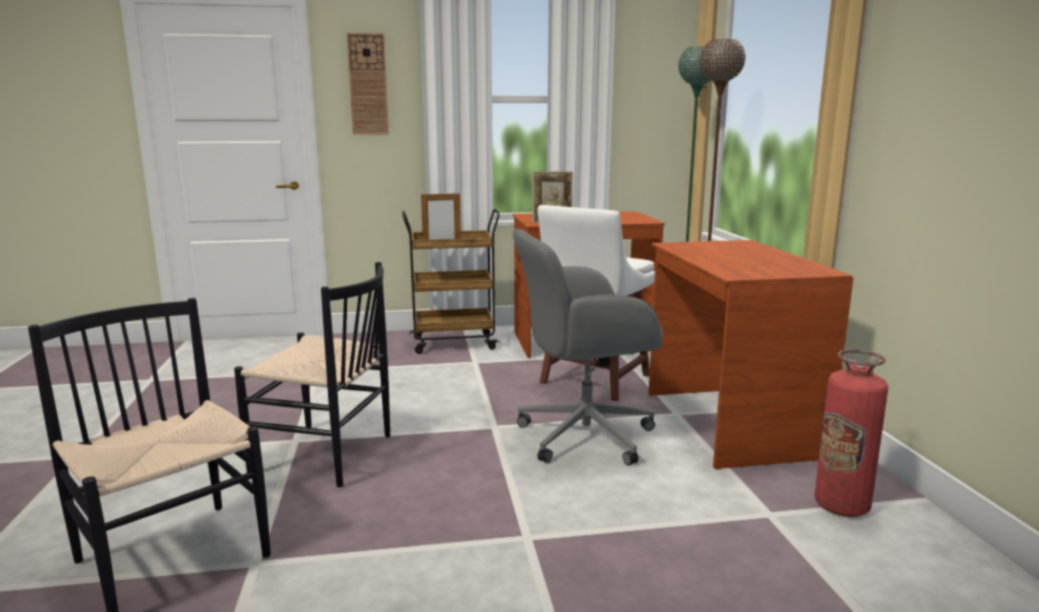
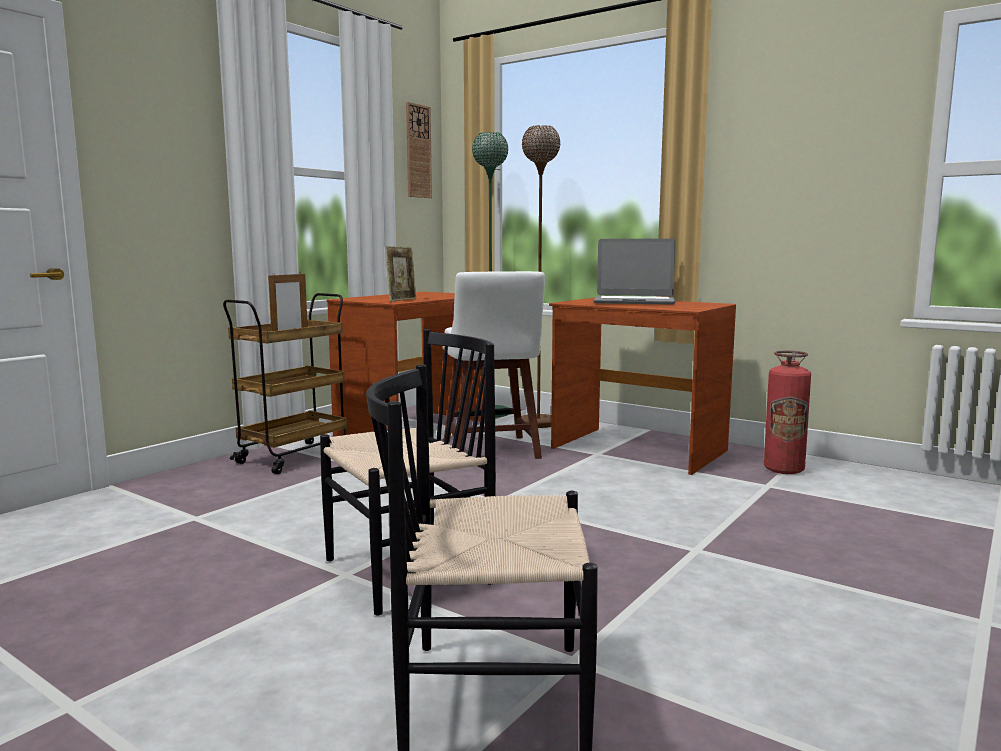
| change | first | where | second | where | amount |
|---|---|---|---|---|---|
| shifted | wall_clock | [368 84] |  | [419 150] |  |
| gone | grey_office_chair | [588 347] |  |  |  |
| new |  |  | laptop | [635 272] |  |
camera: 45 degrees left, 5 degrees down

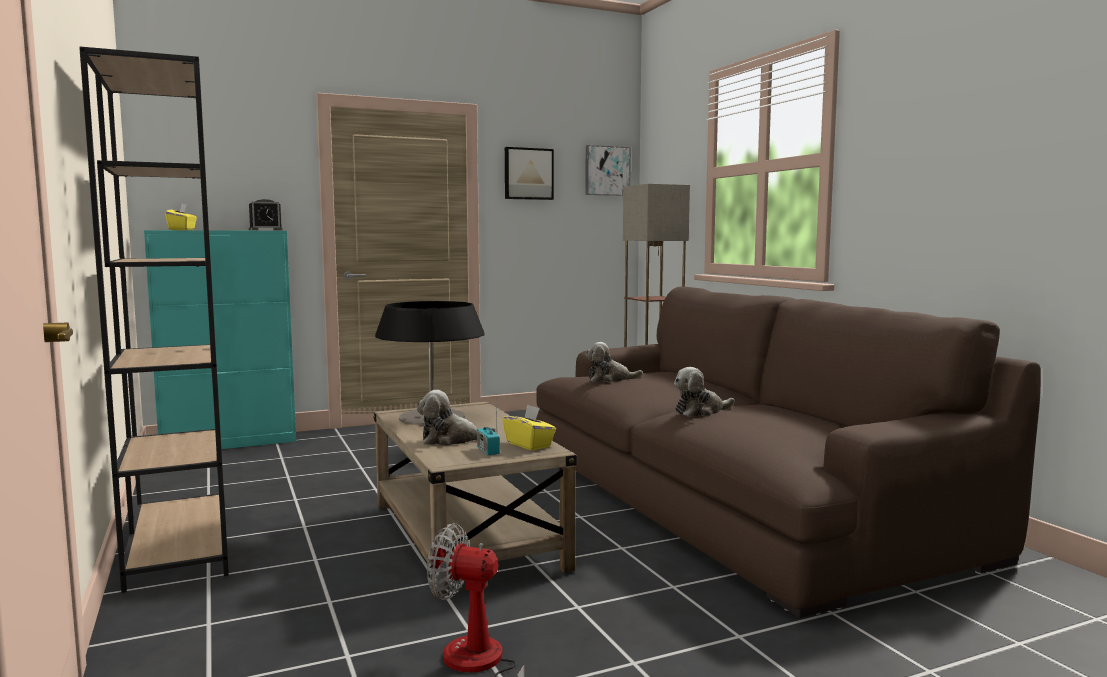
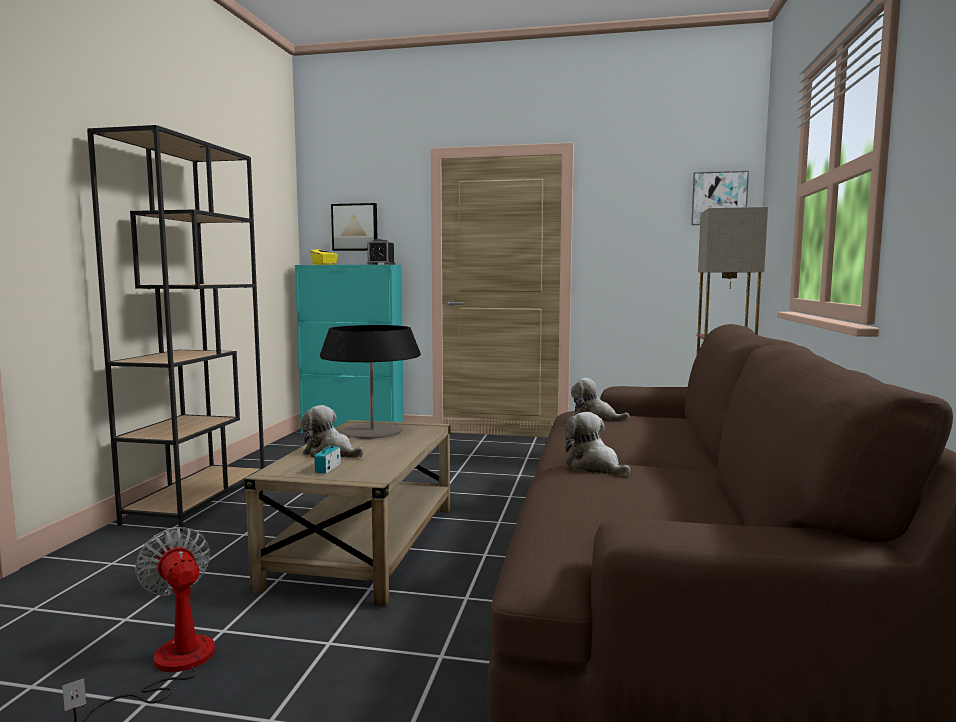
| change | first | where | second | where | amount |
|---|---|---|---|---|---|
| shifted | picture | [529 173] |  | [354 227] |  |
| rotated | plush_toy | [704 391] |  | [597 444] | 45 degrees clockwise |
| gone | yellow_tissue_box | [529 428] |  |  |  |
camera: 35 degrees right, 0 degrees up

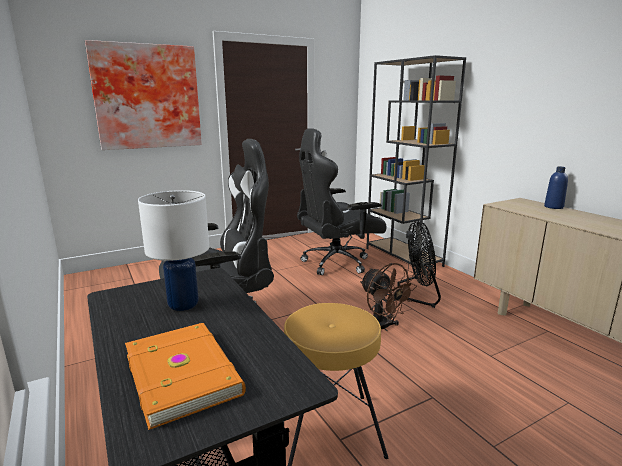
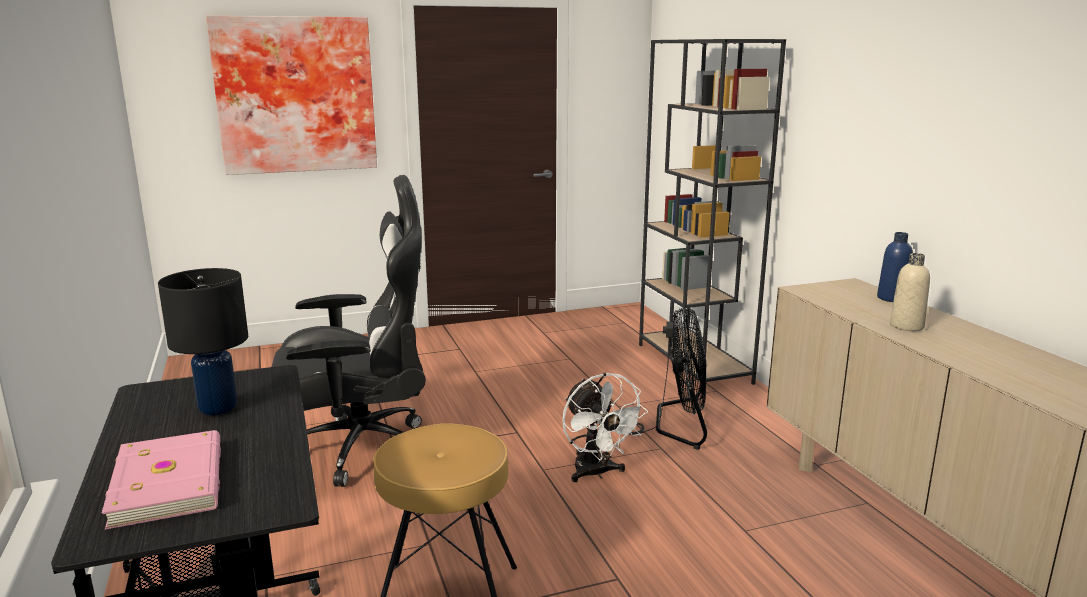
| change | first | where | second | where | amount |
|---|---|---|---|---|---|
| gone | black_office_chair | [342 201] |  |  |  |
| repainted | white_table_lamp | [173 250] | black_table_lamp | [203 342] |  |
| repainted | brown_fan | [388 297] | white_fan | [605 427] |  |
| repainted | orange_book | [185 376] | pink_book | [161 480] |  |
| new |  |  | beige_bottle | [910 292] |  |
camera: 10 degrees right, 0 degrees up

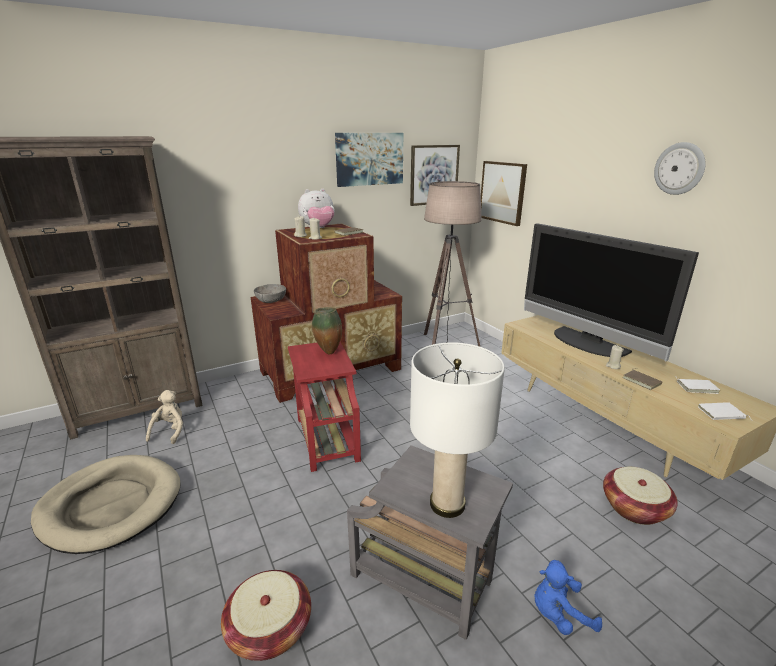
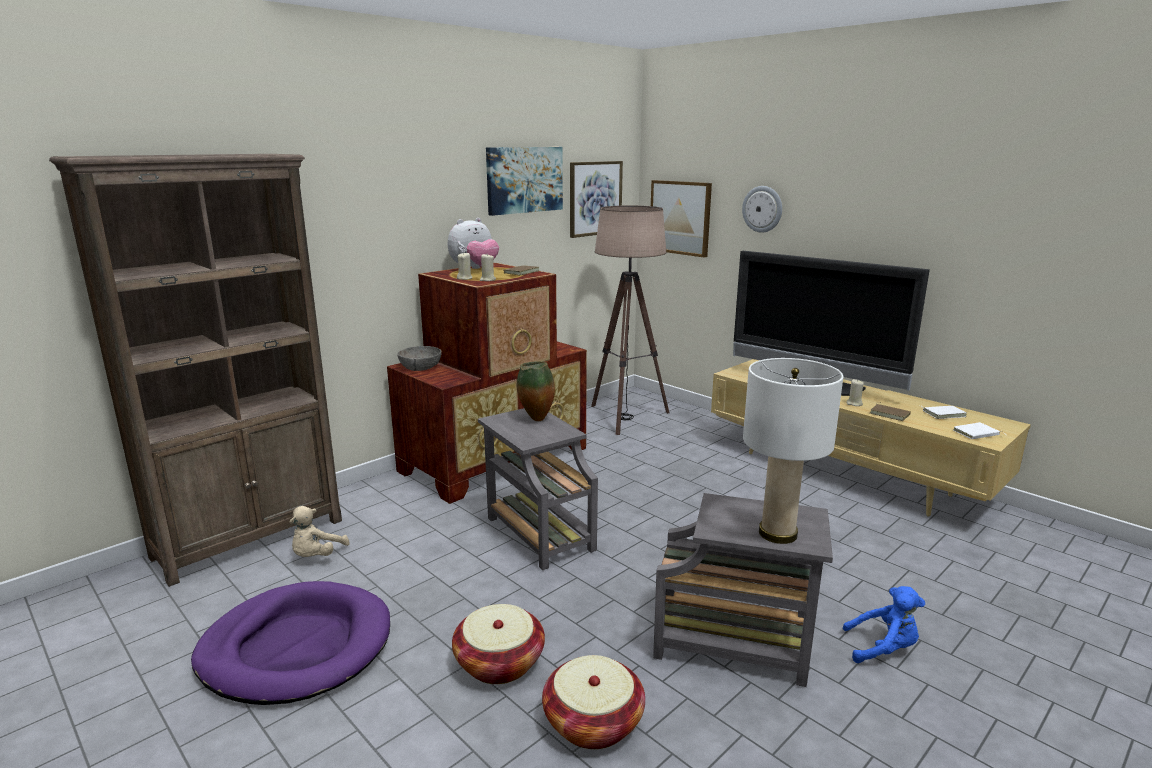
| change | first | where | second | where | amount |
|---|---|---|---|---|---|
| shifted | wall_clock | [680 168] |  | [762 209] |  |
| repainted | red_side_table | [324 407] | grey_side_table | [538 489] |  |
| rotated | beige_plush_toy | [164 417] |  | [319 531] | 150 degrees counterclockwise |
| repainted | beige_dog_bed | [106 504] | purple_dog_bed | [290 643] |  |
| shifted | basket | [640 496] |  | [498 644] |  |
| rotated | blue_plush_toy | [568 597] |  | [883 624] | 150 degrees counterclockwise |
camera: 15 degrees left, 5 degrees down

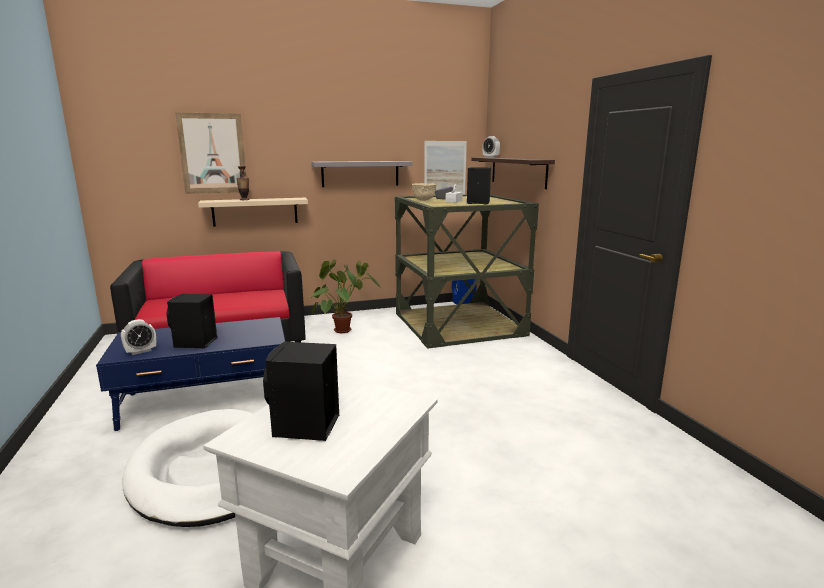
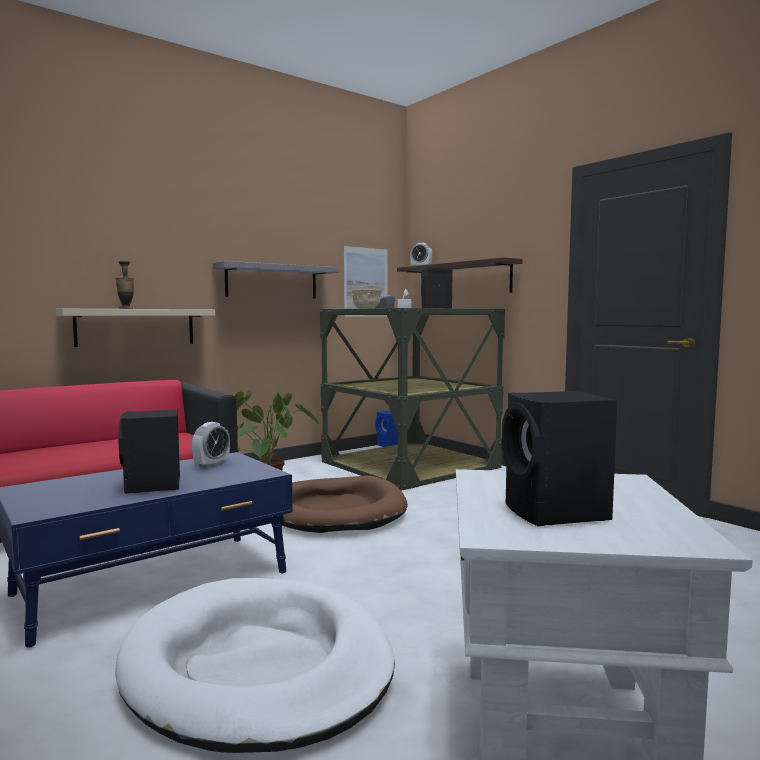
| change | first | where | second | where | amount |
|---|---|---|---|---|---|
| gone | picture | [210 153] |  |  |  |
| shifted | alarm_clock | [138 337] |  | [211 445] |  |
| new |  |  | brown_dog_bed | [345 504] |  |
camera: 20 degrees left, 10 degrees down

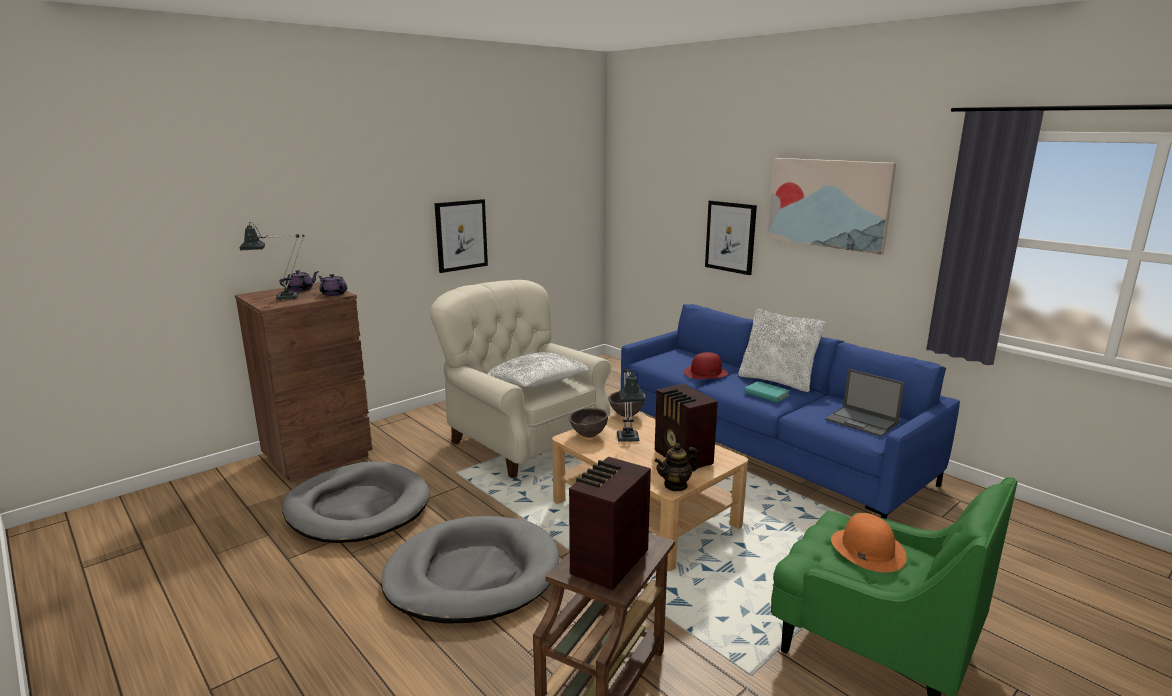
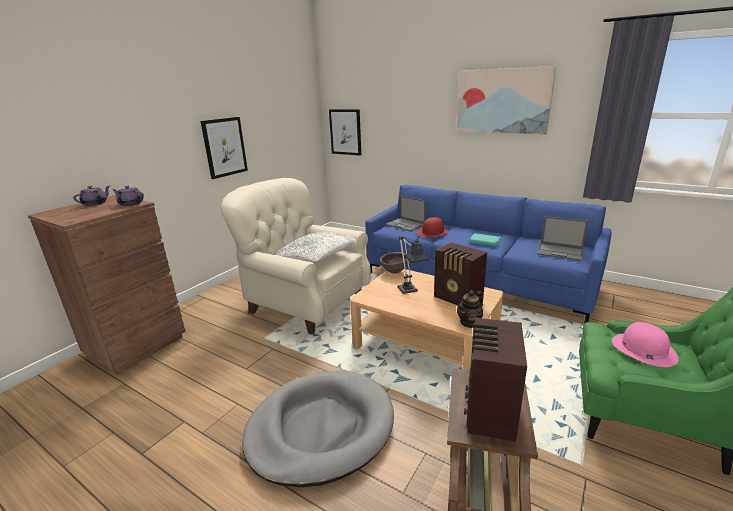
| change | first | where | second | where | amount |
|---|---|---|---|---|---|
| shifted | picture | [731 237] |  | [345 132] |  |
| gone | table_lamp | [271 261] |  |  |  |
| gone | white_pillow | [782 350] |  |  |  |
| gone | brown_bowl | [589 423] |  |  |  |
| gone | grey_dog_bed | [356 502] |  |  |  |
| repainted | orange_hat | [869 542] | pink_hat | [645 344] |  |
| new |  |  | laptop | [405 213] |  |
camera: 15 degrees left, 5 degrees up

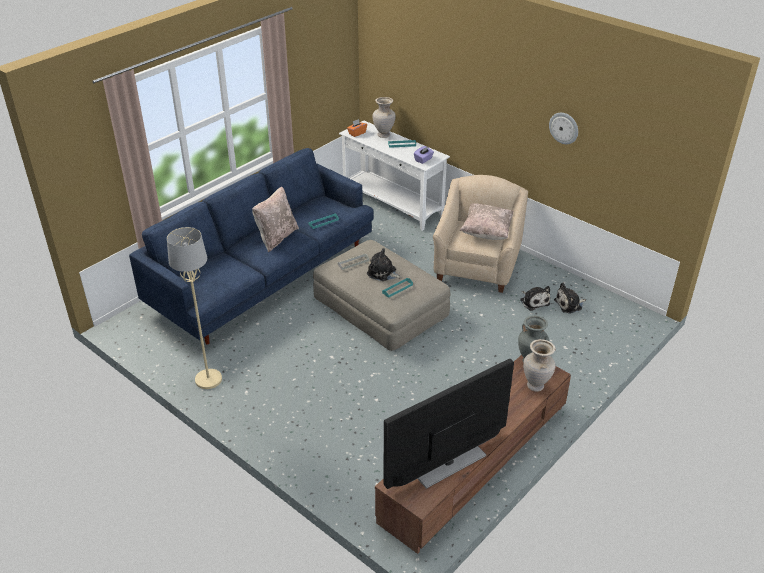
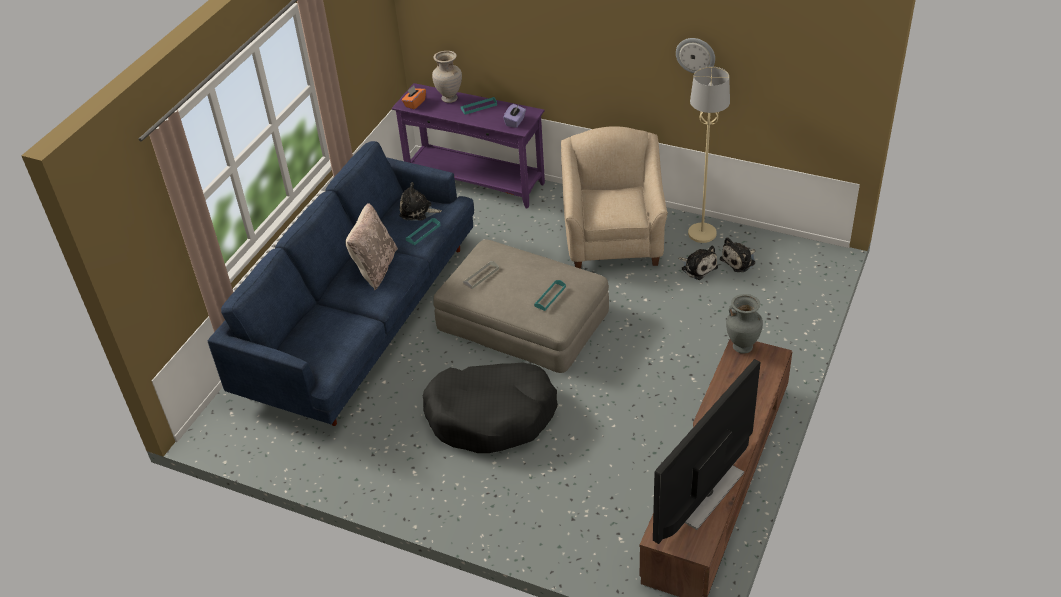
| change | first | where | second | where | amount |
|---|---|---|---|---|---|
| repainted | white_console_table | [394 175] | purple_console_table | [468 146] |  |
| gone | beige_pillow | [487 221] |  |  |  |
| shifted | beige_floor_lamp | [194 308] |  | [709 155] |  |
| shifted | plush_toy | [384 264] |  | [420 201] |  |
| gone | beige_vase | [539 365] |  |  |  |
| new |  |  | black_dog_bed | [490 407] |  |
camera: 15 degrees left, 5 degrees up

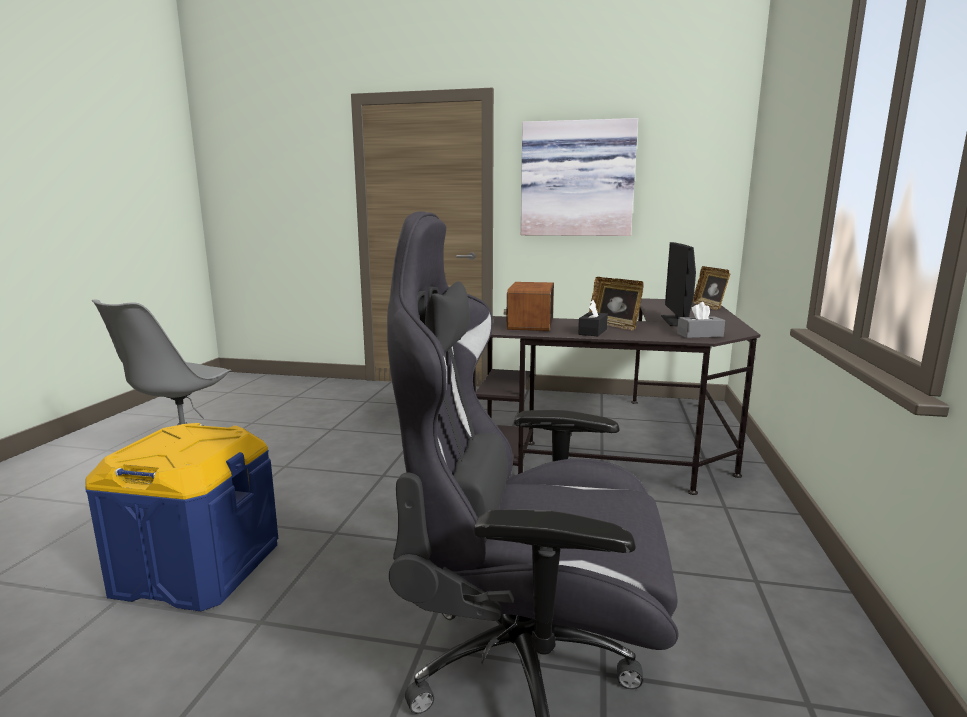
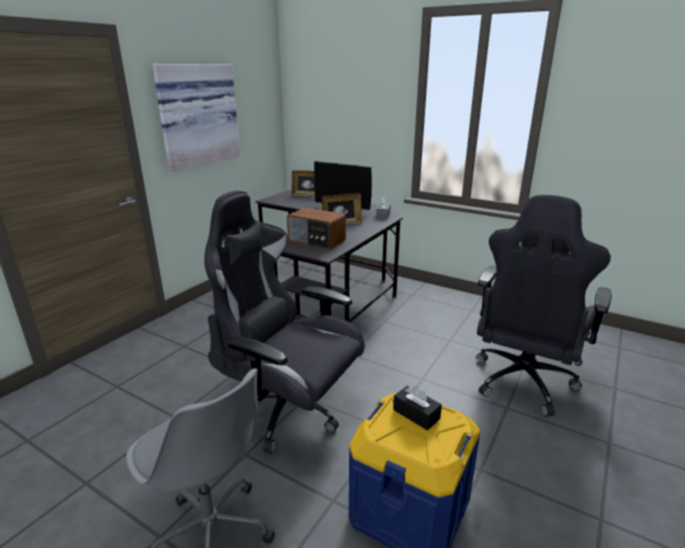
| change | first | where | second | where | amount |
|---|---|---|---|---|---|
| shifted | black_tissue_box | [593 318] |  | [417 408] |  |
| new |  |  | black_office_chair | [284 321] |  |
camera: 70 degrees left, 10 degrees up

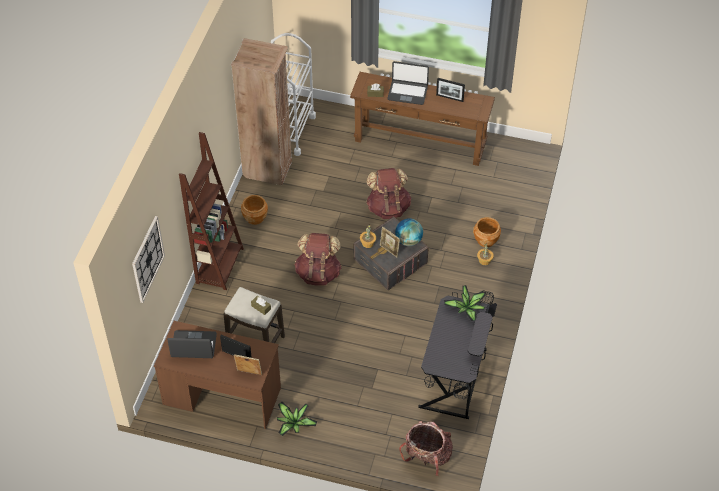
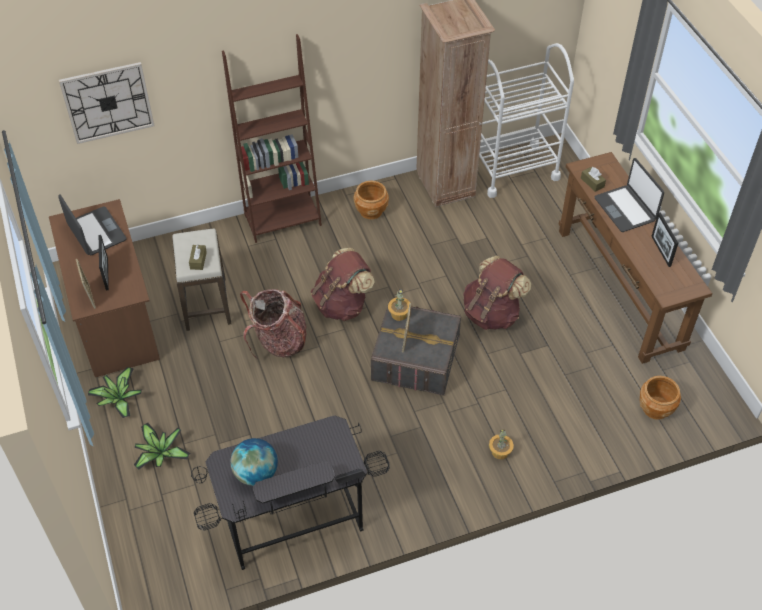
| change | first | where | second | where | amount |
|---|---|---|---|---|---|
| shifted | brown_planter | [487 232] |  | [660 398] |  |
| shifted | globe | [409 232] |  | [254 462] |  |
| shifted | potted_plant | [465 303] |  | [162 446] |  |
| shifted | backpack | [426 449] |  | [273 324] |  |
camera: 55 degrees right, 0 degrees up

